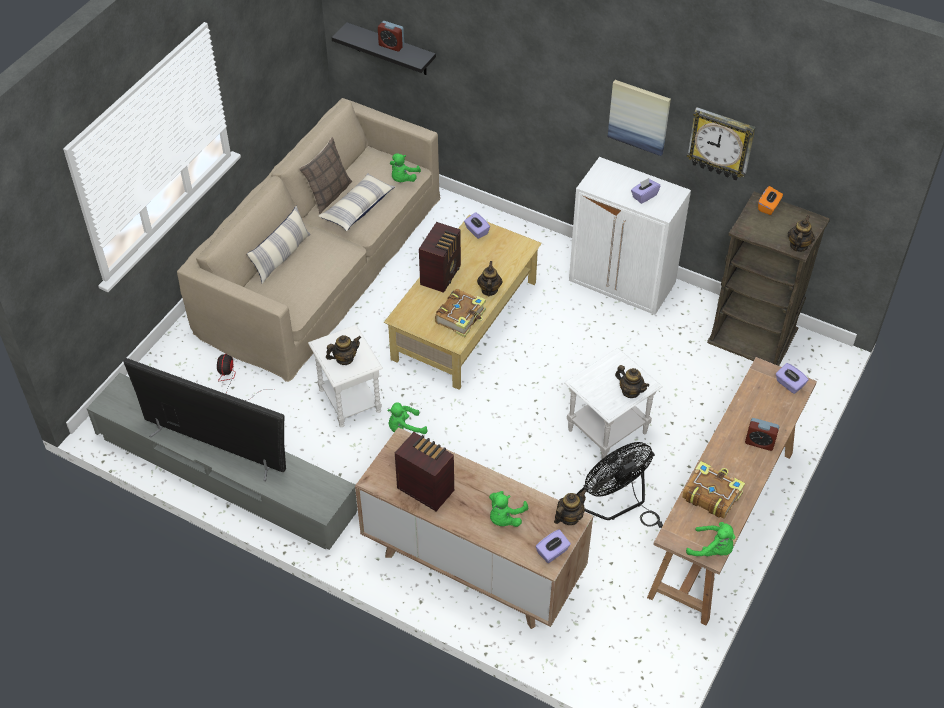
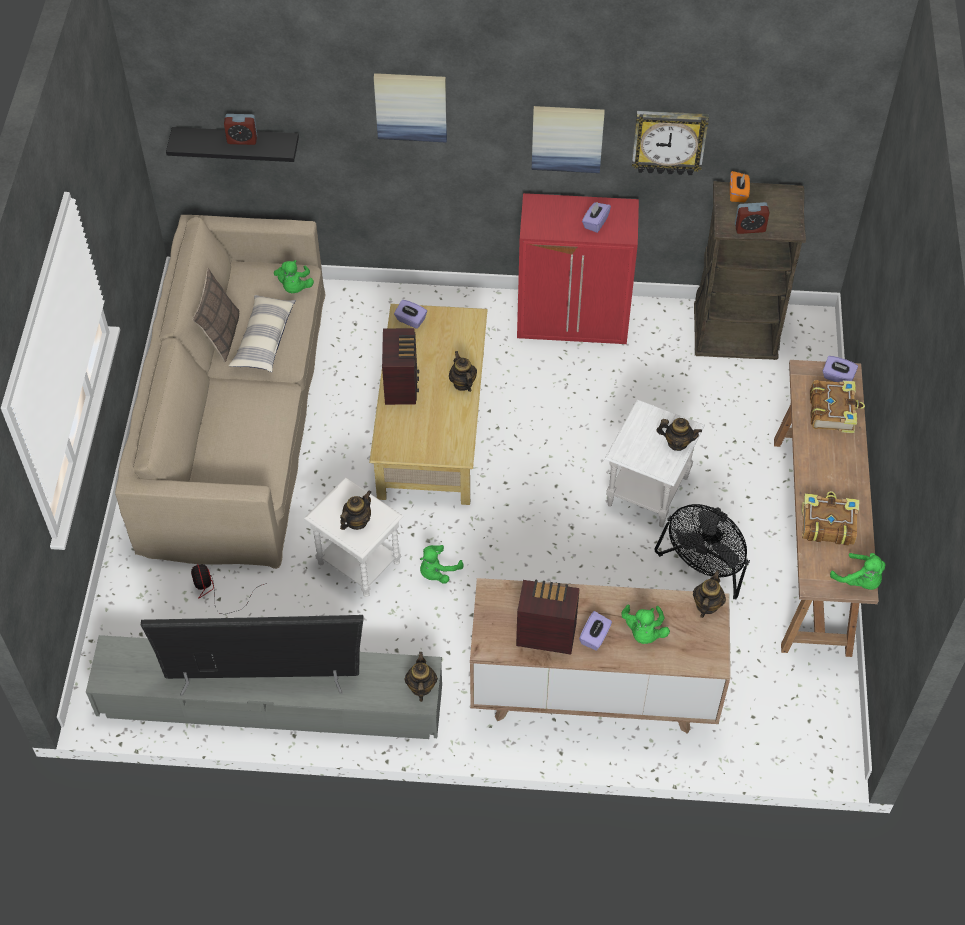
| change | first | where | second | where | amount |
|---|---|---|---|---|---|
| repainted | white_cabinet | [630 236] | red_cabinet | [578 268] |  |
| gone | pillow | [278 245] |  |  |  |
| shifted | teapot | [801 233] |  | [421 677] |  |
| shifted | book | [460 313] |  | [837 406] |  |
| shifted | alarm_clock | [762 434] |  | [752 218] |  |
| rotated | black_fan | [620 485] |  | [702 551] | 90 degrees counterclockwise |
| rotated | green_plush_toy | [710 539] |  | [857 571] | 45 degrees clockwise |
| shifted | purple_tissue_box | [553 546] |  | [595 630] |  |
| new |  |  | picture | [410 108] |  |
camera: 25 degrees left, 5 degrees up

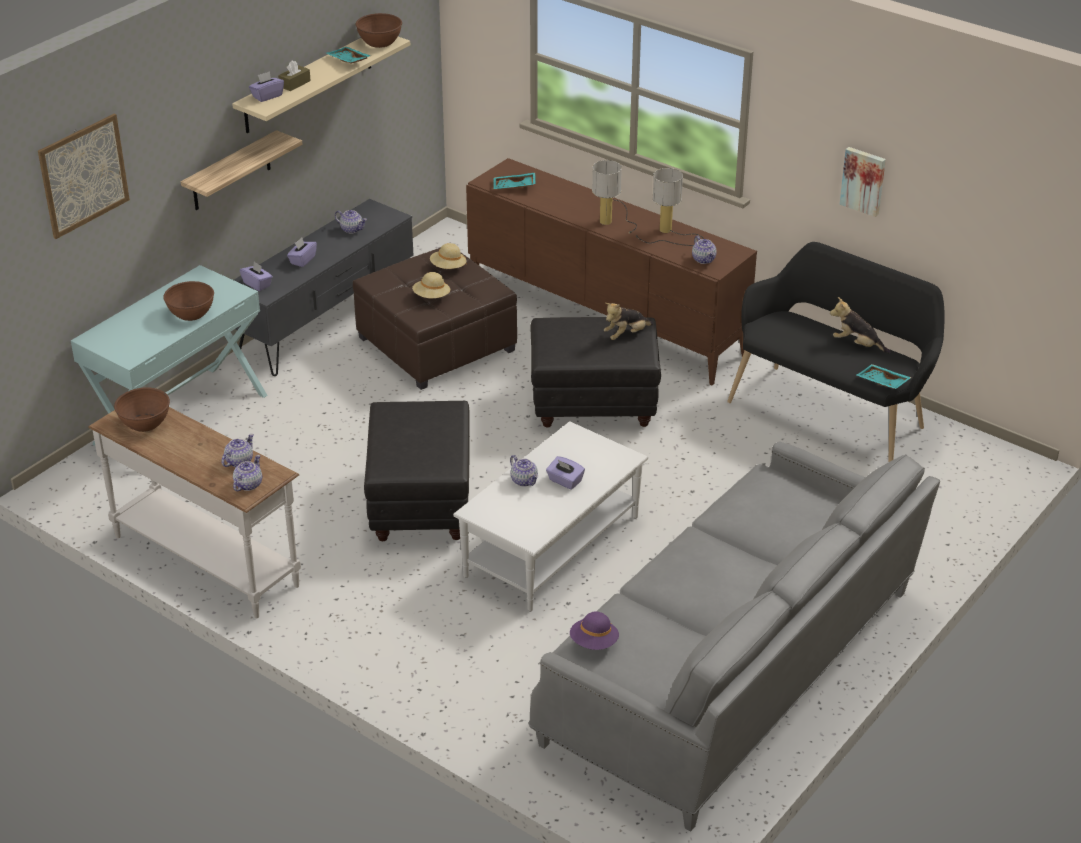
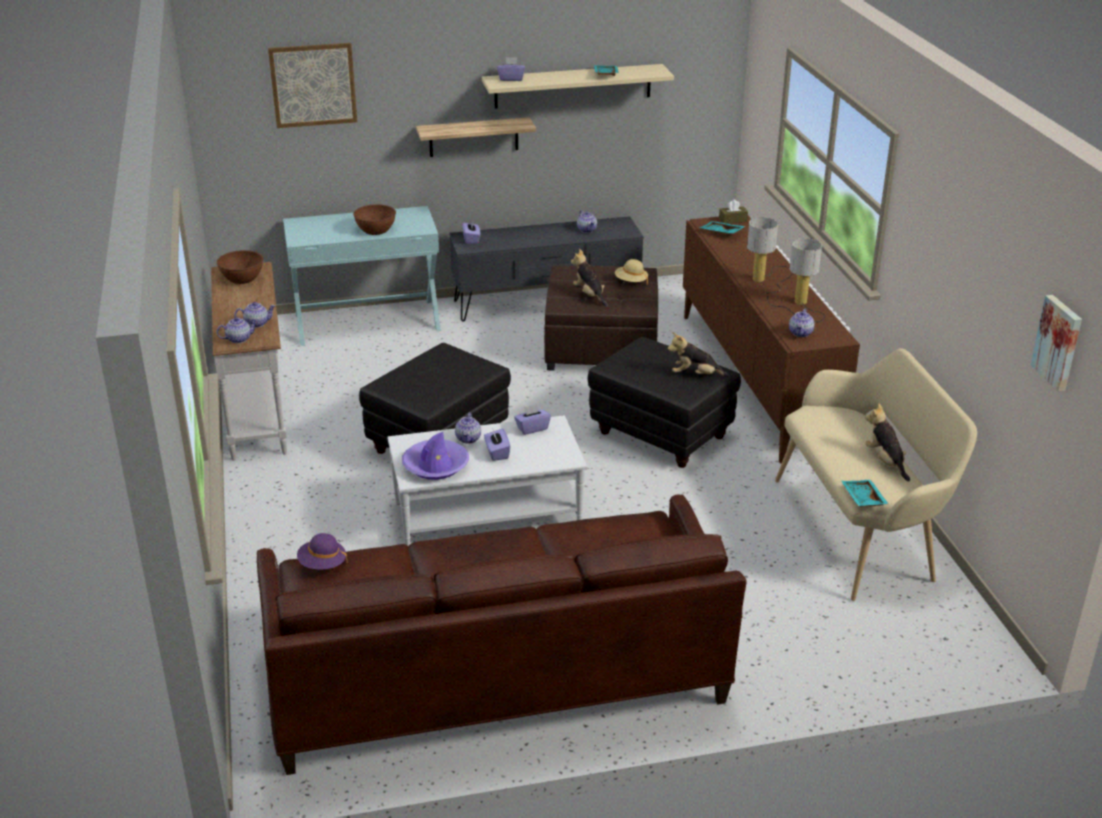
| change | first | where | second | where | amount |
|---|---|---|---|---|---|
| gone | brown_bowl | [379 30] |  |  |  |
| shifted | brown_tissue_box | [294 75] |  | [733 212] |  |
| shifted | picture | [863 182] |  | [1056 343] |  |
| shifted | purple_tissue_box | [302 252] |  | [532 419] |  |
| repainted | black_bench | [836 352] | beige_bench | [876 474] |  |
| swapped | beige_hat | [431 285] | plush_toy | [589 278] |  |
| repainted | grey_sofa | [734 636] | brown_sofa | [502 635] |  |
| new |  |  | purple_hat | [435 456] |  |
camera: 40 degrees right, 5 degrees down

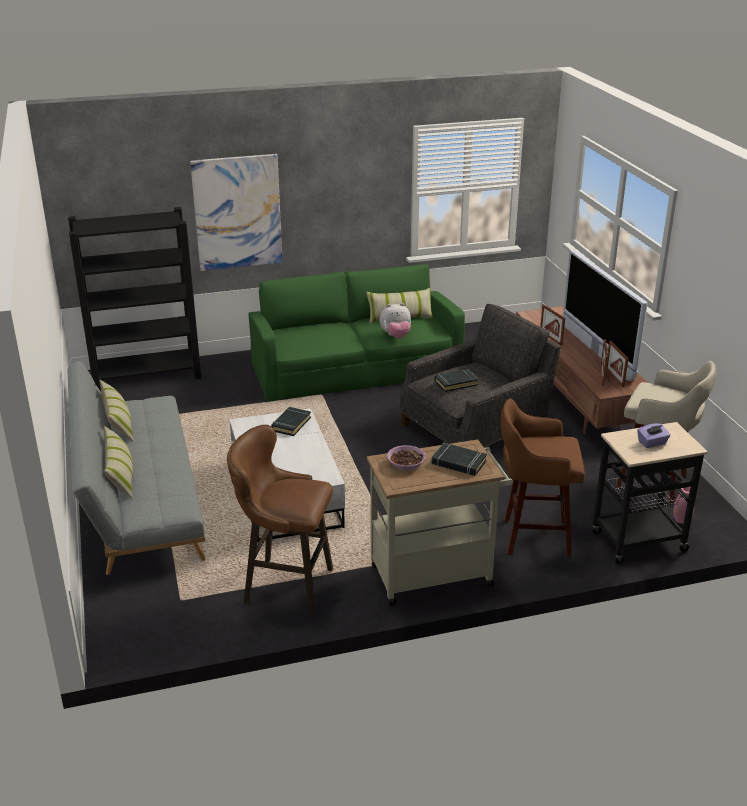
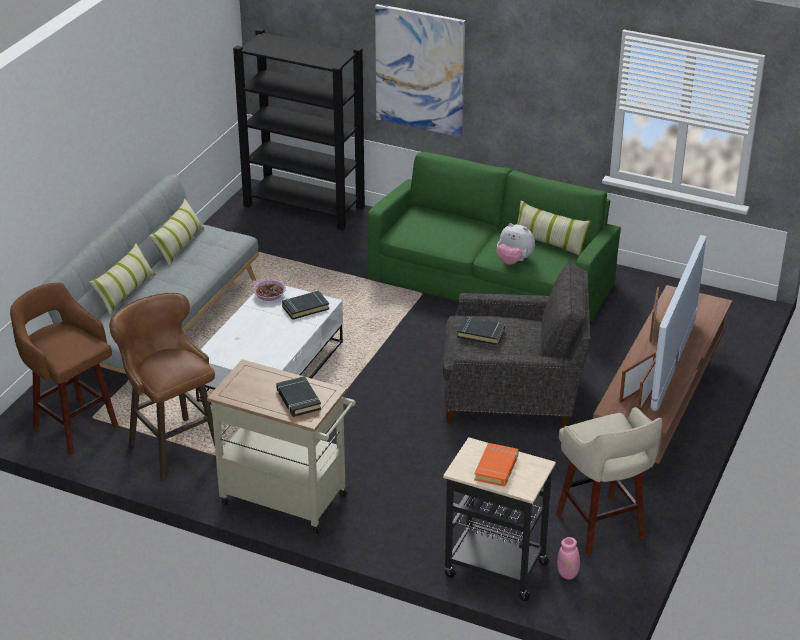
| change | first | where | second | where | amount |
|---|---|---|---|---|---|
| shifted | brown_stool | [543 477] |  | [64 369] |  |
| swapped | purple_tissue_box | [653 435] | orange_book | [496 465] |  |
| shifted | bowl | [406 457] |  | [269 290] |  |
camera: 40 degrees right, 5 degrees up

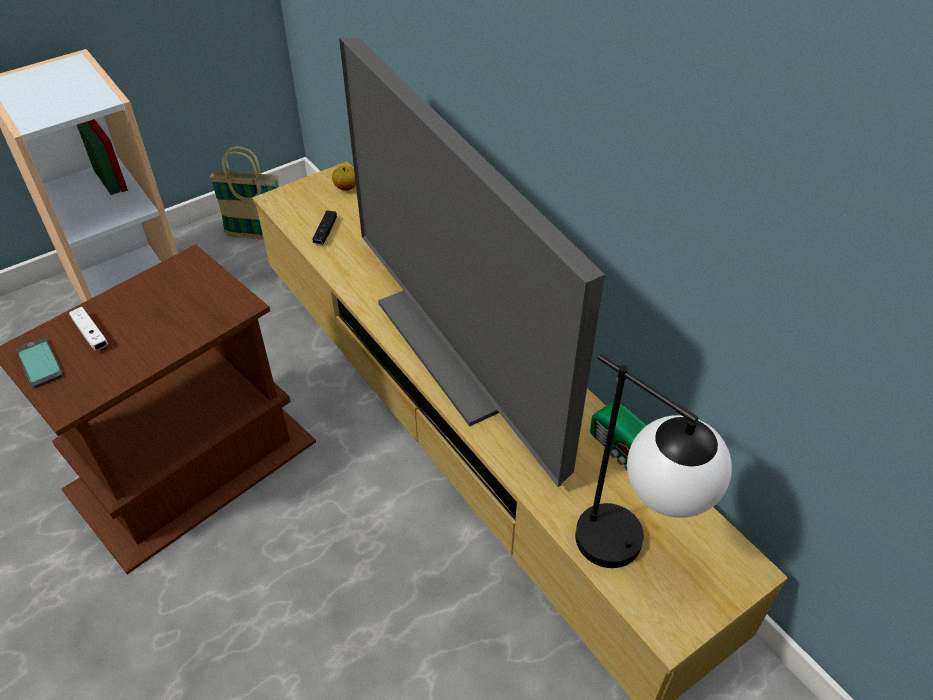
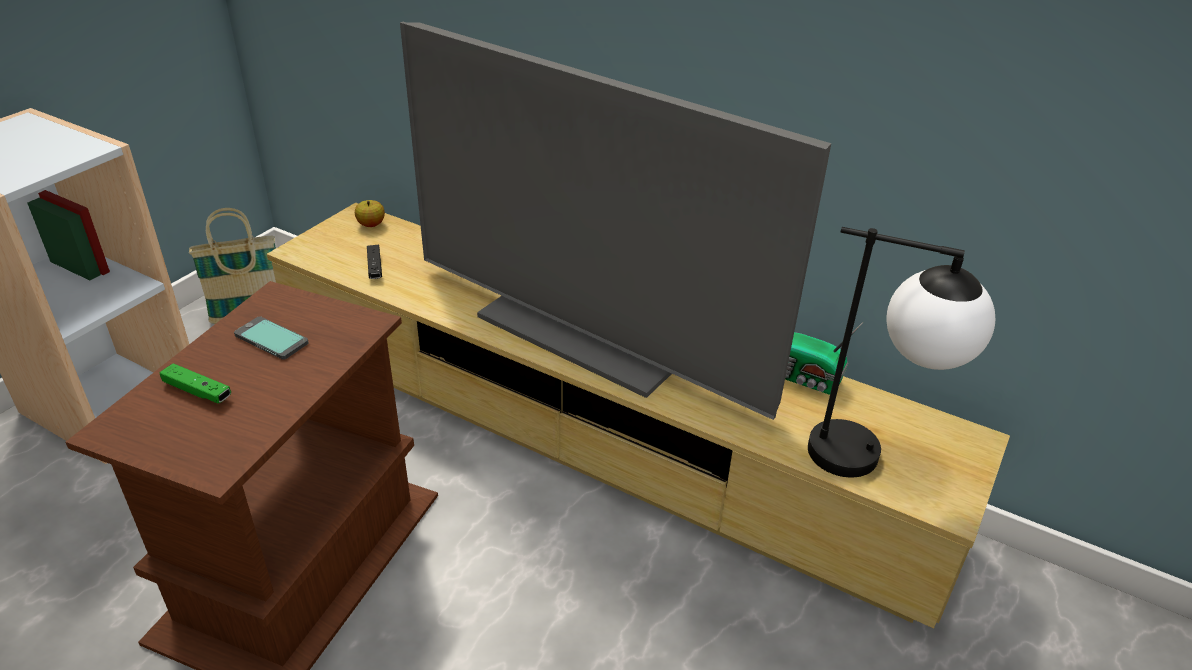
| change | first | where | second | where | amount |
|---|---|---|---|---|---|
| repainted | white_game_controller | [88 328] | green_game_controller | [195 383] |  |
| shifted | phone | [40 362] |  | [271 338] |  |
camera: 25 degrees left, 10 degrees down

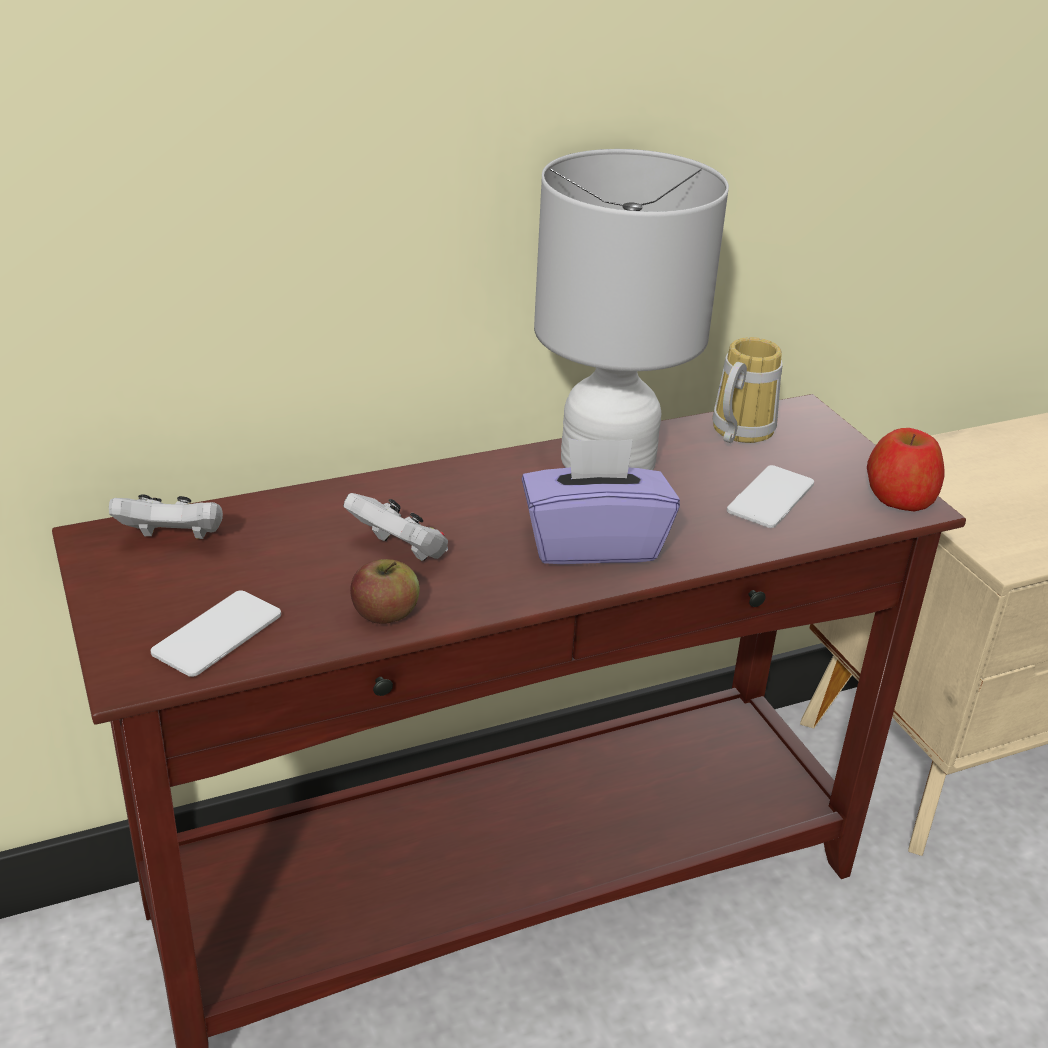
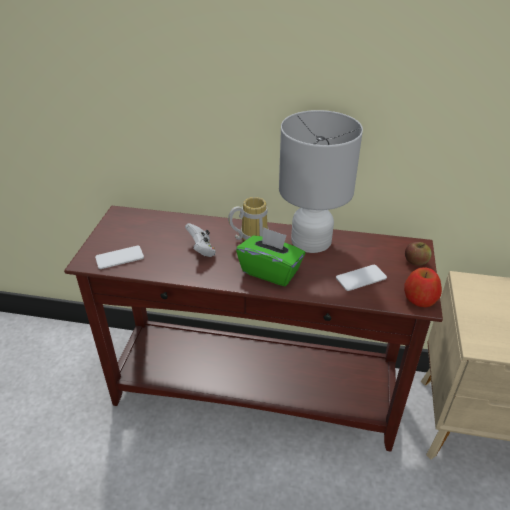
| change | first | where | second | where | amount |
|---|---|---|---|---|---|
| shifted | mug | [747 390] |  | [248 219] |  |
| repainted | purple_tissue_box | [601 501] | green_tissue_box | [270 256] |  |
| gone | white_game_controller | [166 516] |  |  |  |
| shifted | apple | [384 591] |  | [418 254] |  |
camera: 35 degrees right, 5 degrees up

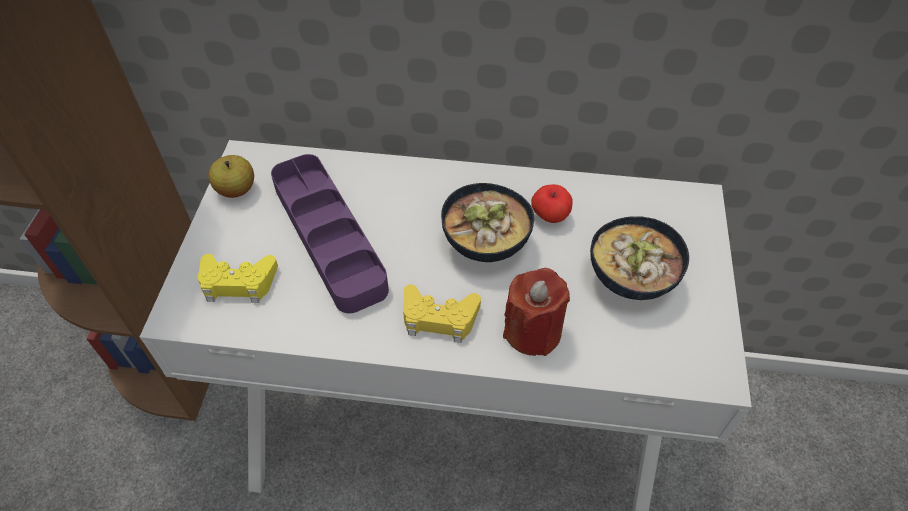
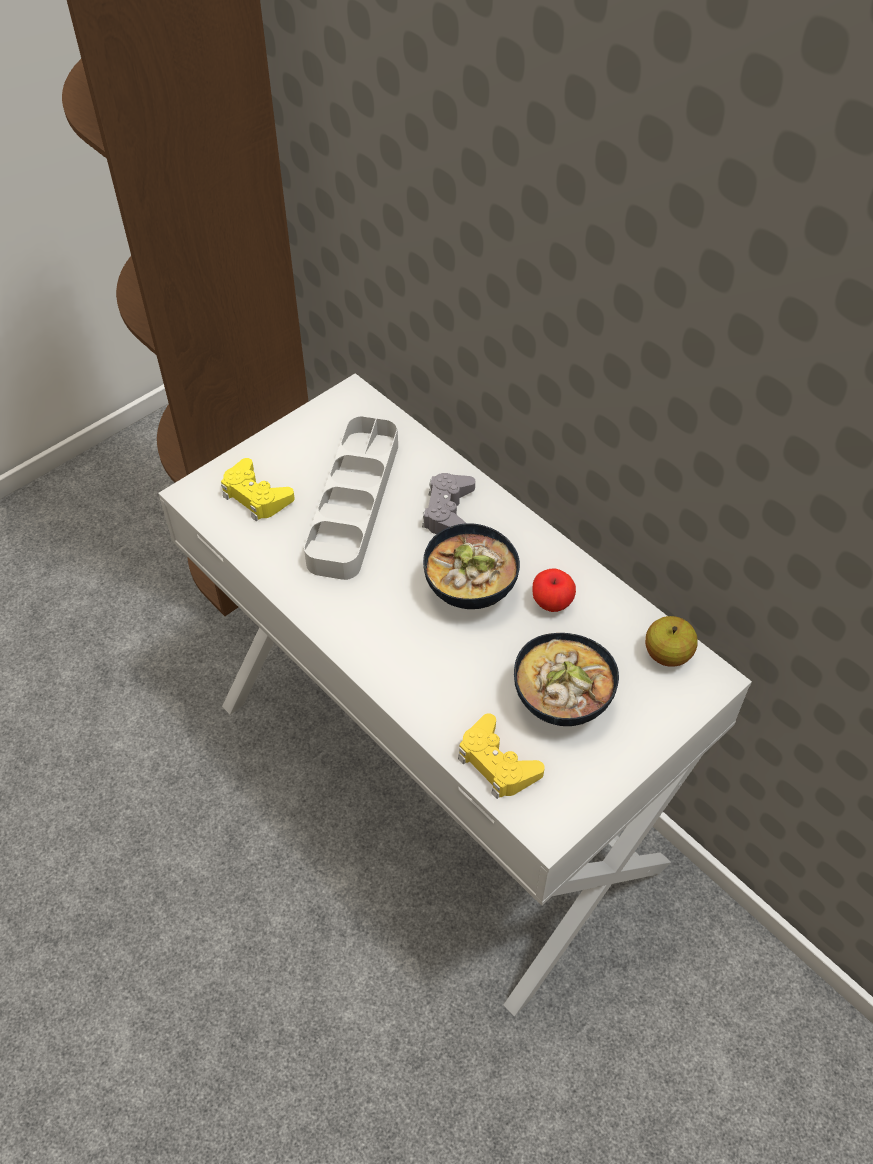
| change | first | where | second | where | amount |
|---|---|---|---|---|---|
| repainted | purple_tray | [330 233] | grey_tray | [351 498] |  |
| shifted | apple | [231 176] |  | [671 641] |  |
| gone | red_candle | [536 312] |  |  |  |
| shifted | yellow_game_controller | [442 313] |  | [501 756] |  |
| new |  |  | grey_game_controller | [448 503] |  |
camera: 40 degrees right, 0 degrees up

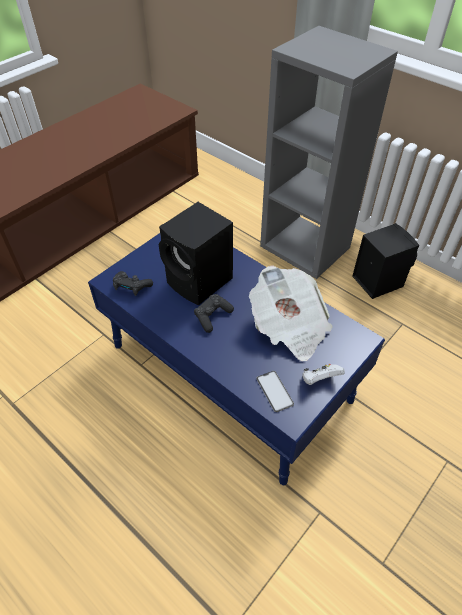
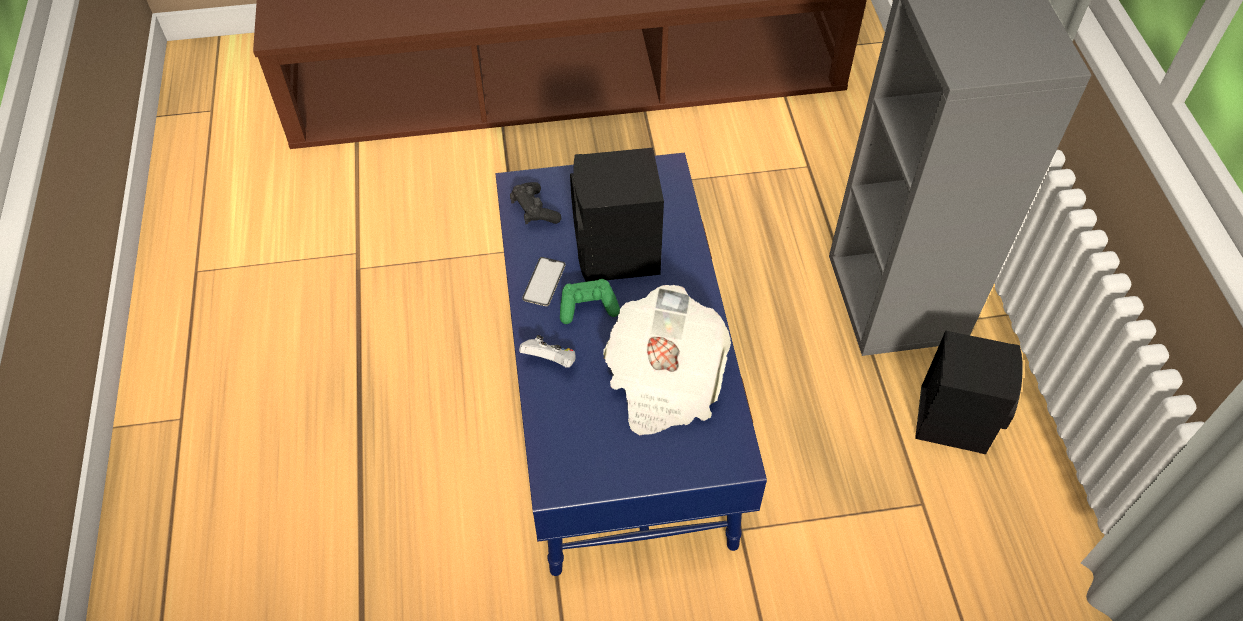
| change | first | where | second | where | amount |
|---|---|---|---|---|---|
| repainted | black_game_controller | [214 313] | green_game_controller | [590 301] |  |
| shifted | white_game_controller | [323 374] |  | [547 351] |  |
| shifted | phone | [275 391] |  | [543 281] |  |
camera: 40 degrees right, 5 degrees up

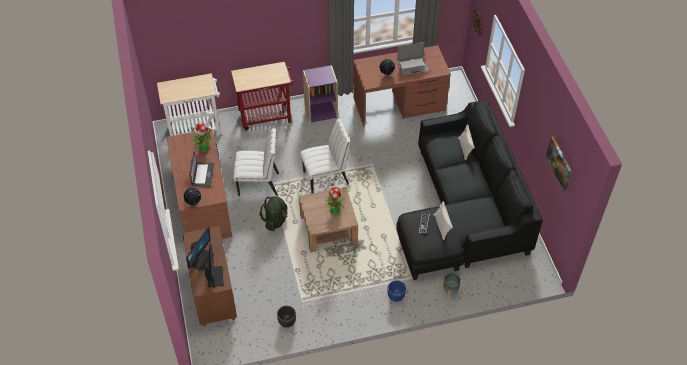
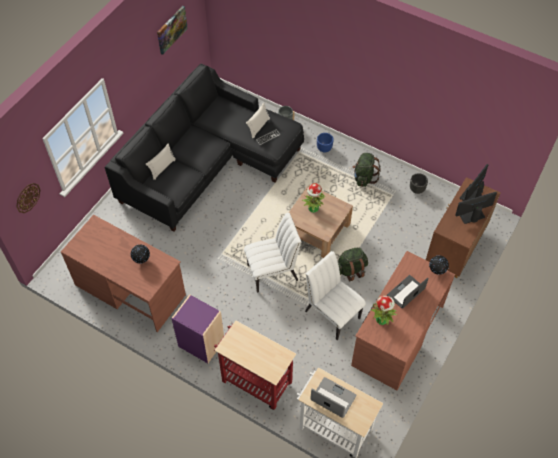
| change | first | where | second | where | amount |
|---|---|---|---|---|---|
| shifted | laptop | [413 59] |  | [333 397] |  |
| rotated | white_chair | [325 156] |  | [273 253] | 135 degrees clockwise |
| new |  |  | green_backpack | [366 170] |  |
camera: 135 degrees left, 5 degrees up

